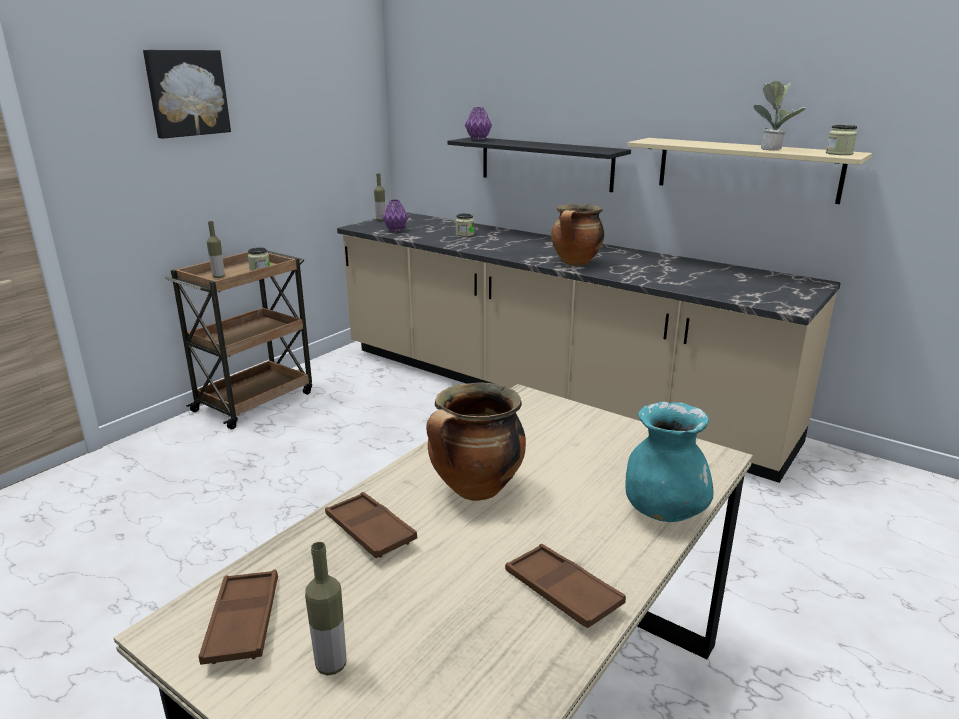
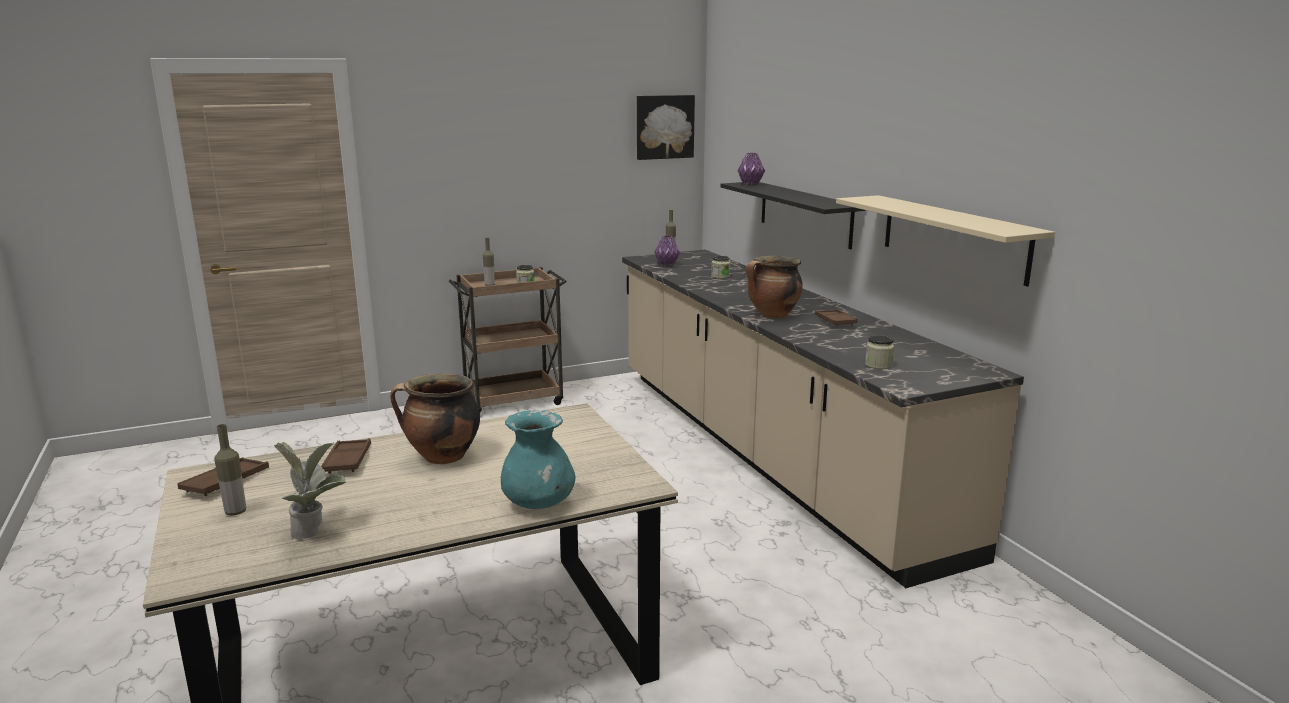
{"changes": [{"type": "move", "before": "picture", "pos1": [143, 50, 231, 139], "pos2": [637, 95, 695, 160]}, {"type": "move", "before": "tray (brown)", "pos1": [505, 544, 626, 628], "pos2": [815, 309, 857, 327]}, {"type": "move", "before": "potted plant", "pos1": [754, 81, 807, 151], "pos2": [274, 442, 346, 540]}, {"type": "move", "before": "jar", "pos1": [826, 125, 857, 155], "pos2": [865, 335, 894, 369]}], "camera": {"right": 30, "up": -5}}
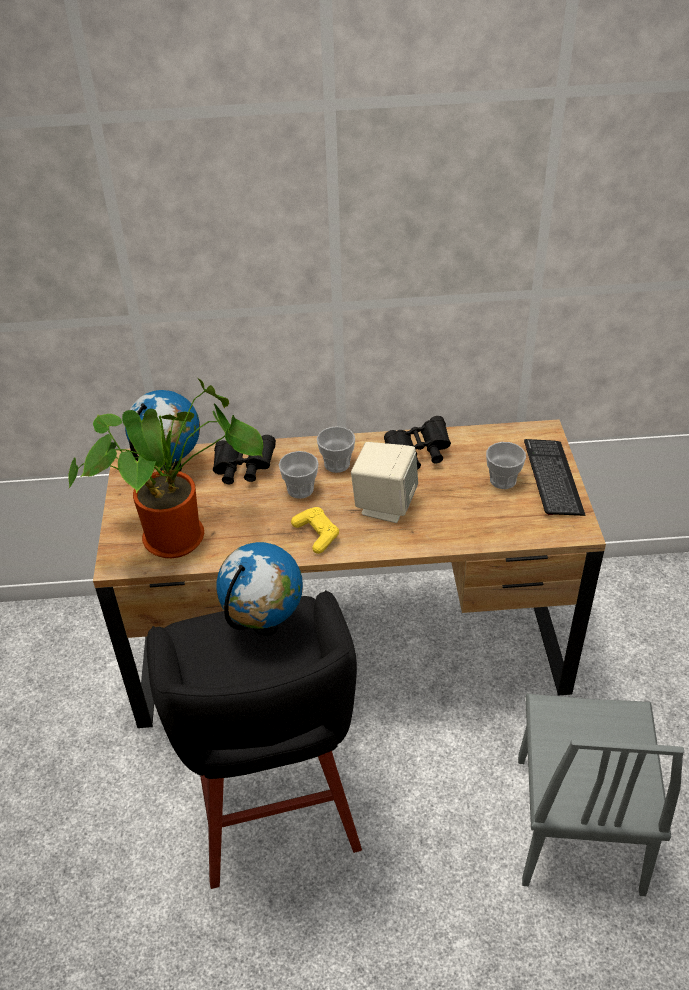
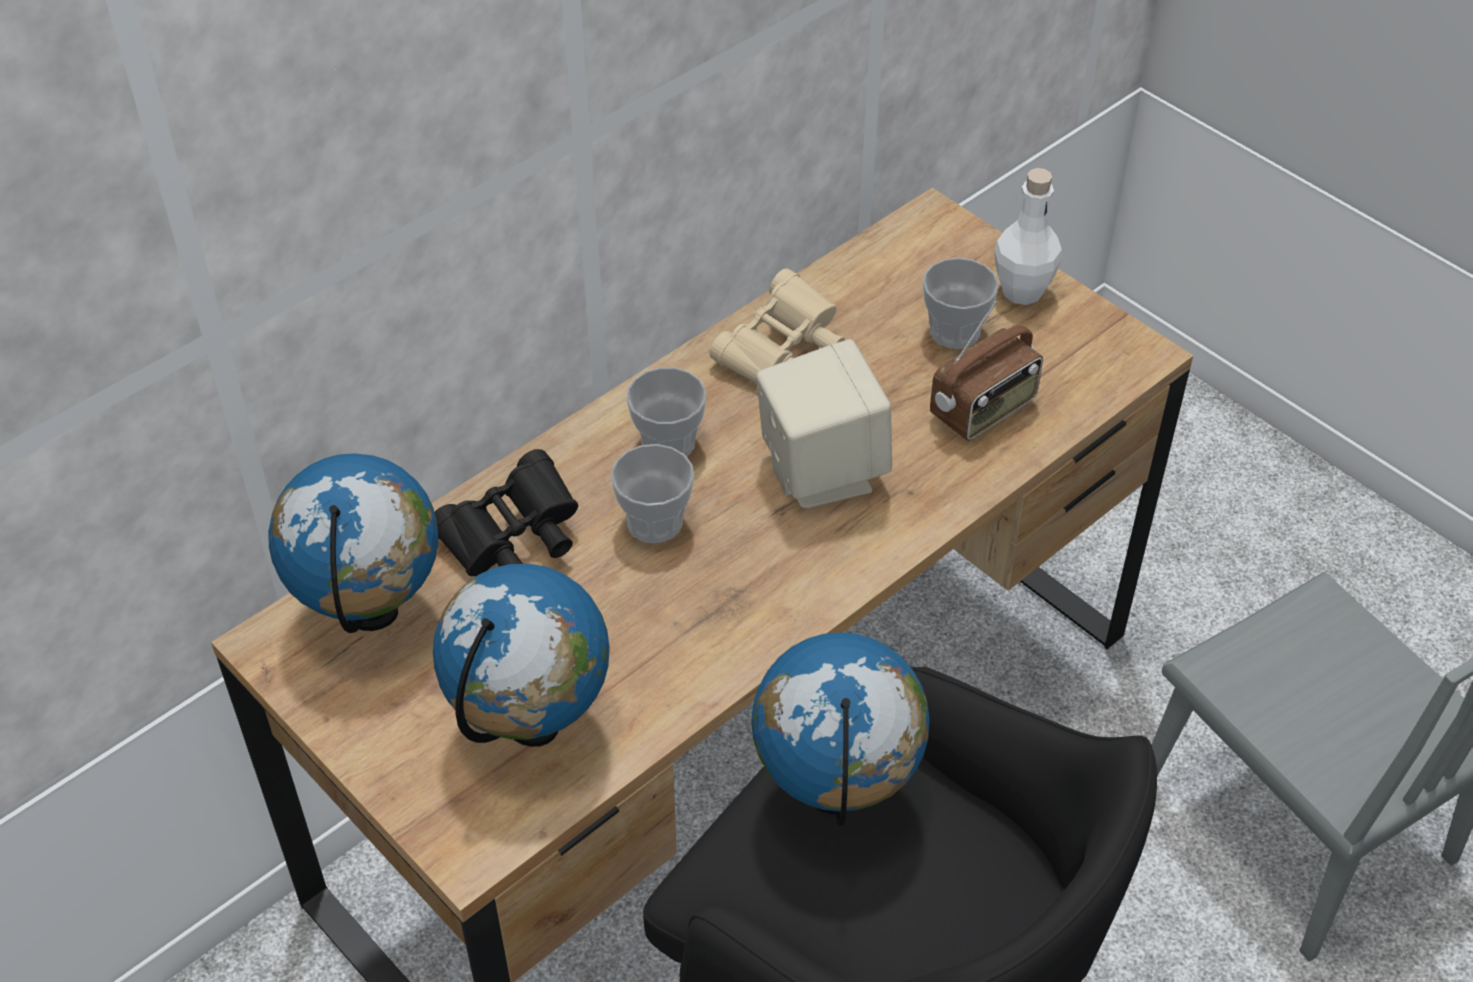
{"changes": [{"type": "delete", "before": "game controller (yellow)", "pos1": [291, 507, 339, 554]}, {"type": "insert", "after": "radio", "pos2": [930, 301, 1043, 441]}, {"type": "replace", "before": "potted plant", "after": "globe", "pos1": [68, 378, 263, 558], "pos2": [433, 564, 609, 747]}, {"type": "replace", "before": "keyboard", "after": "bottle (white)", "pos1": [524, 439, 586, 516], "pos2": [994, 168, 1062, 305]}, {"type": "recolor", "before": "binoculars (black)", "after": "binoculars (beige)", "pos1": [384, 416, 451, 470], "pos2": [710, 269, 845, 384]}], "camera": {"right": -40, "up": 5}}
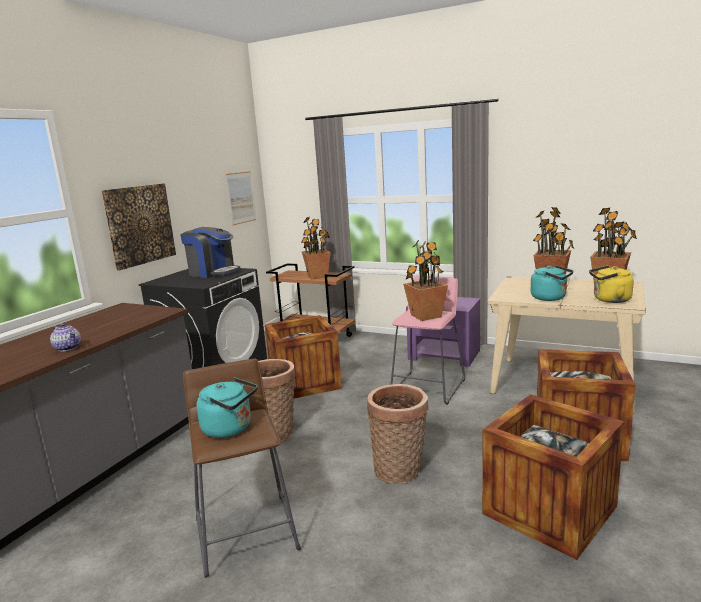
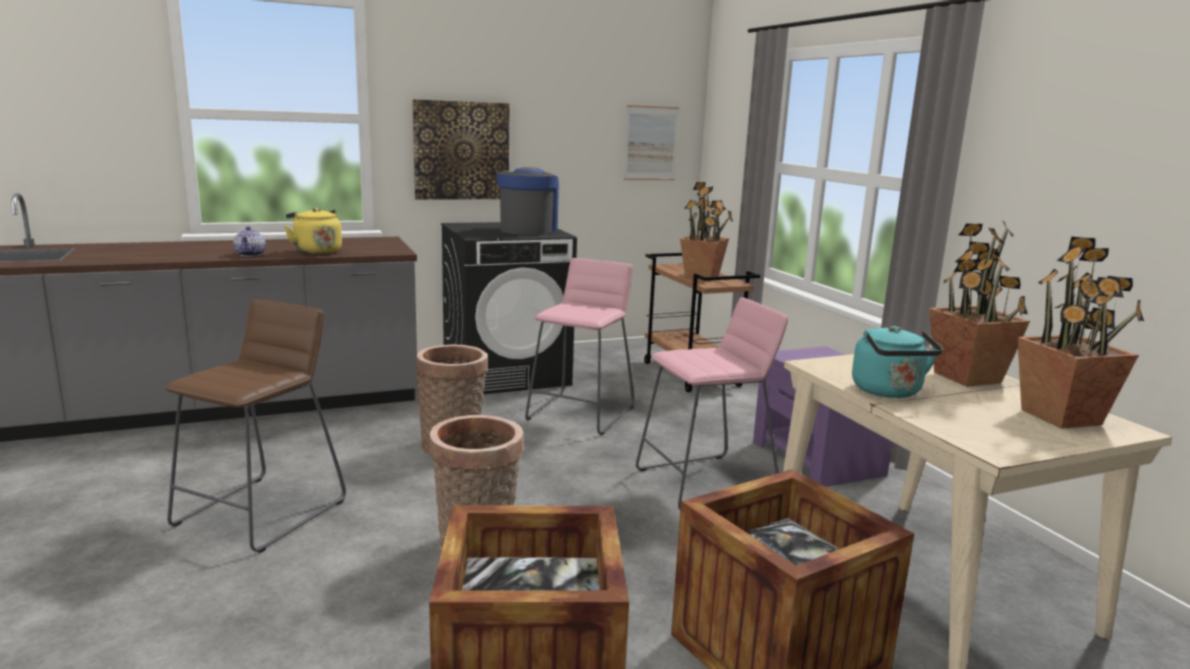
{"changes": [{"type": "delete", "before": "kettle (turquoise)", "pos1": [196, 377, 258, 438]}, {"type": "delete", "before": "potted plant", "pos1": [403, 240, 448, 321]}, {"type": "move", "before": "kettle (yellow)", "pos1": [589, 265, 634, 303], "pos2": [284, 208, 342, 255]}, {"type": "replace", "before": "crate", "after": "stool (pink)", "pos1": [265, 315, 342, 399], "pos2": [525, 258, 634, 435]}, {"type": "rotate", "before": "coffee machine", "pos1": [180, 227, 240, 278], "pos2": [496, 167, 559, 235], "turn": -150}], "camera": {"right": 40, "up": 0}}
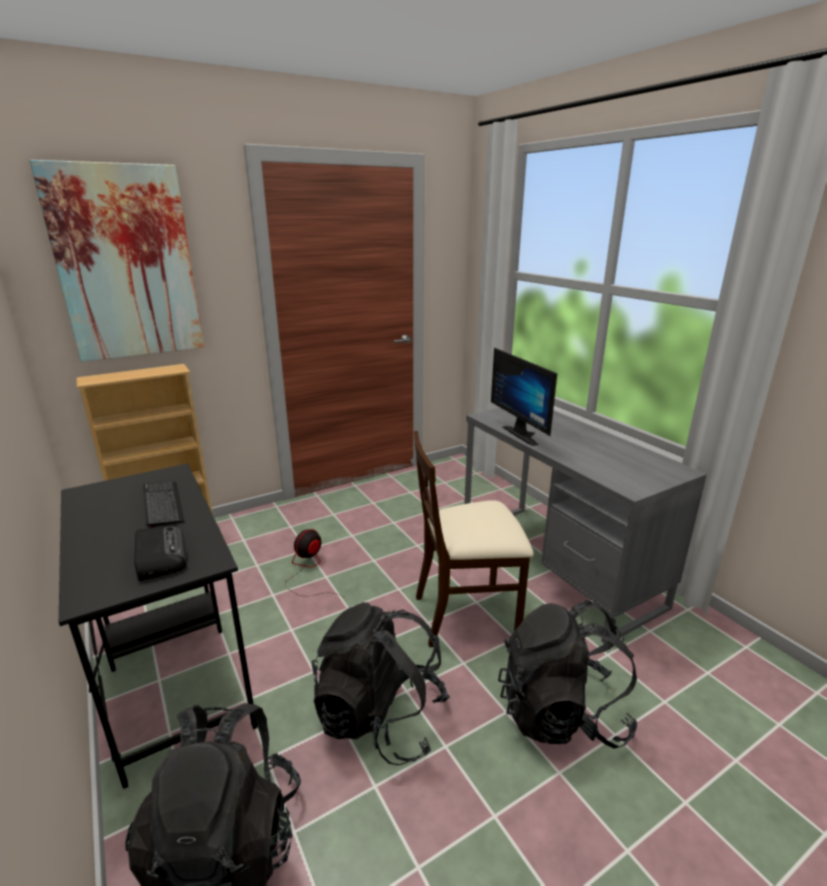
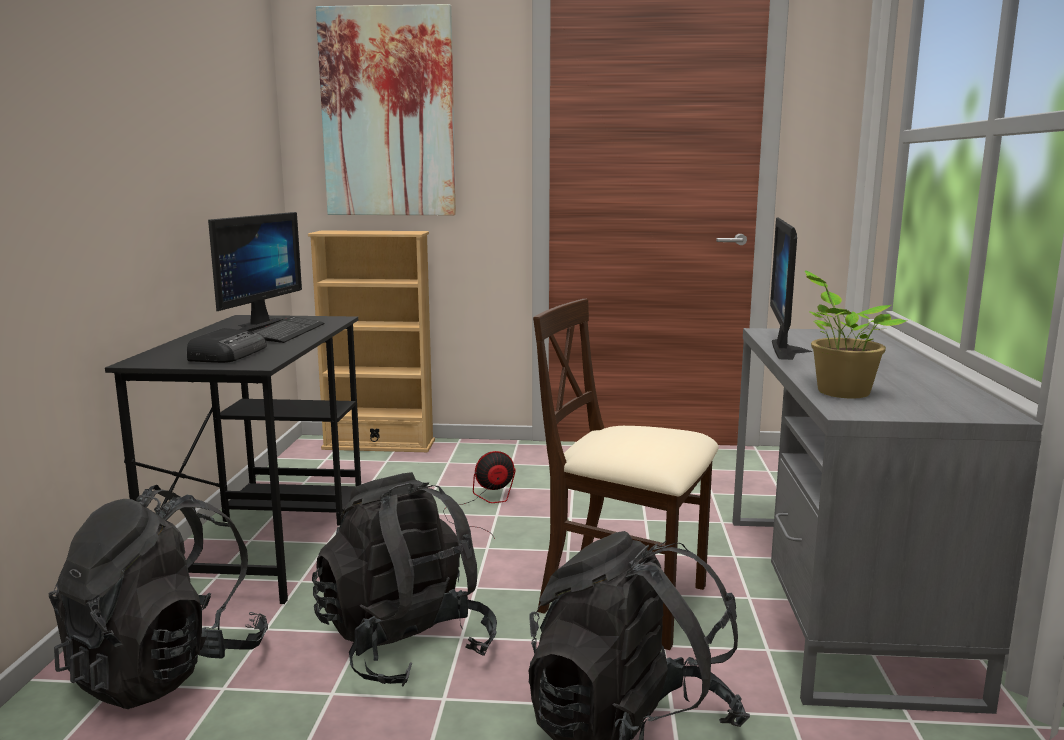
{"changes": [{"type": "insert", "after": "monitor", "pos2": [208, 212, 302, 331]}, {"type": "insert", "after": "potted plant", "pos2": [805, 270, 907, 399]}], "camera": {"right": 35, "up": -10}}
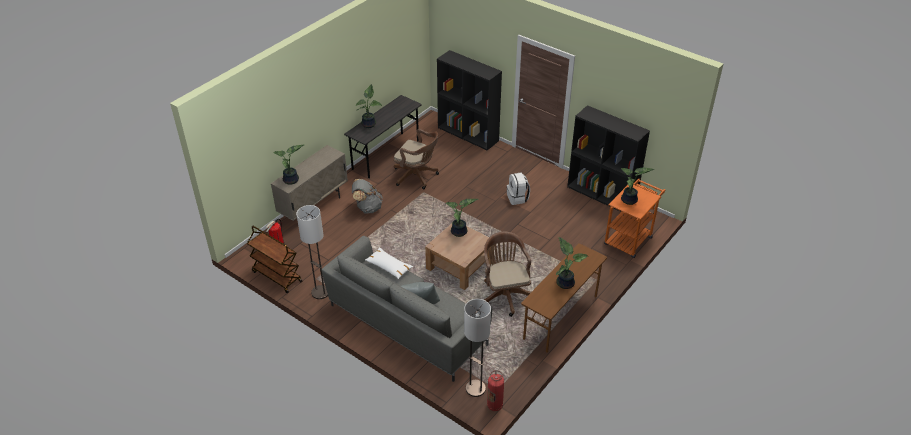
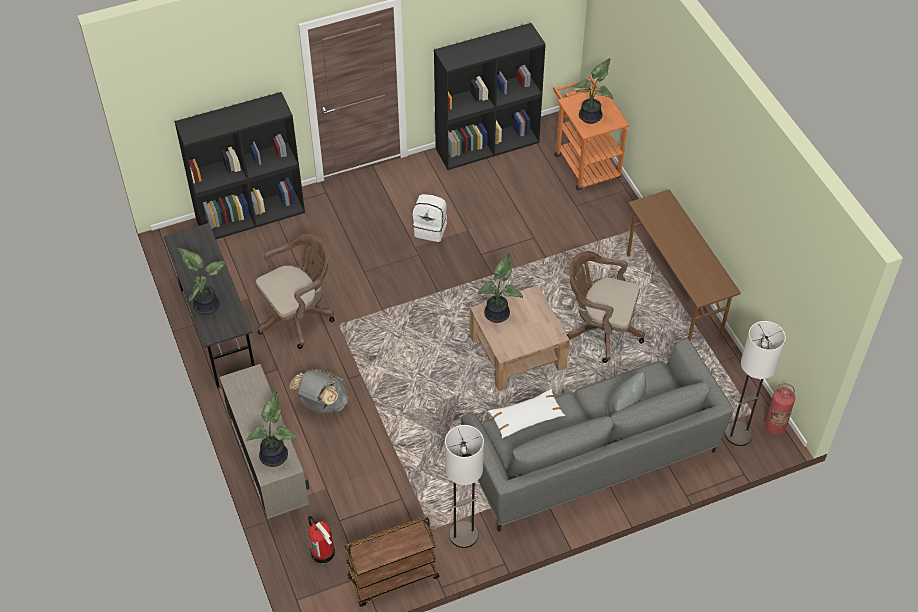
{"changes": [{"type": "delete", "before": "potted plant", "pos1": [556, 237, 588, 289]}], "camera": {"right": -60, "up": 10}}
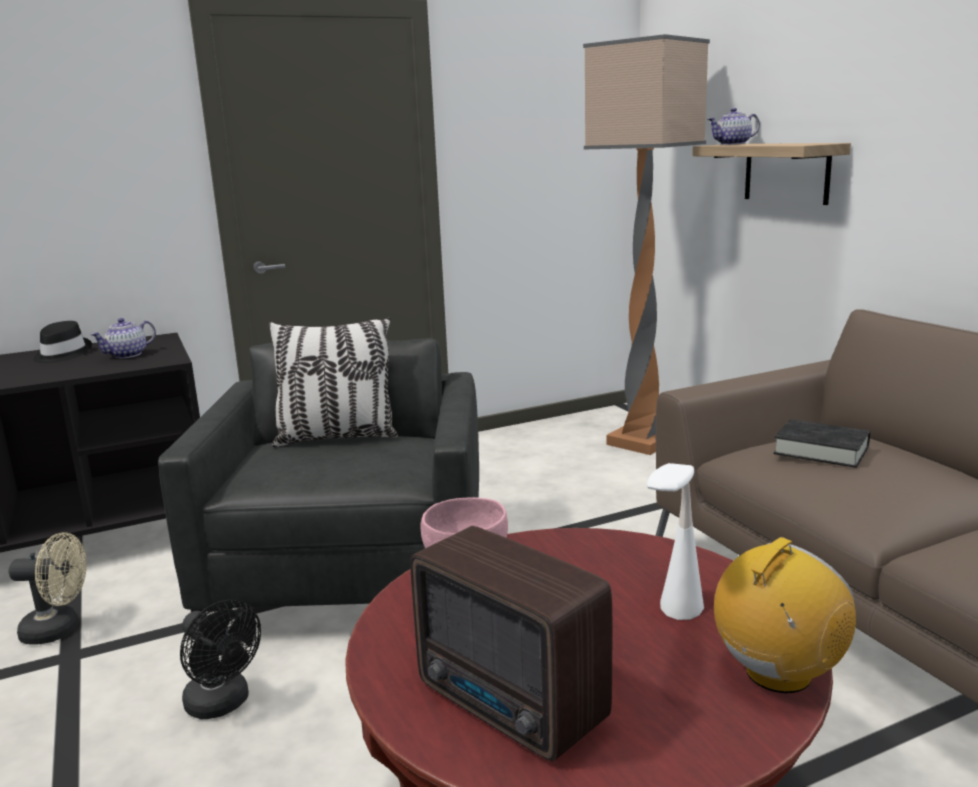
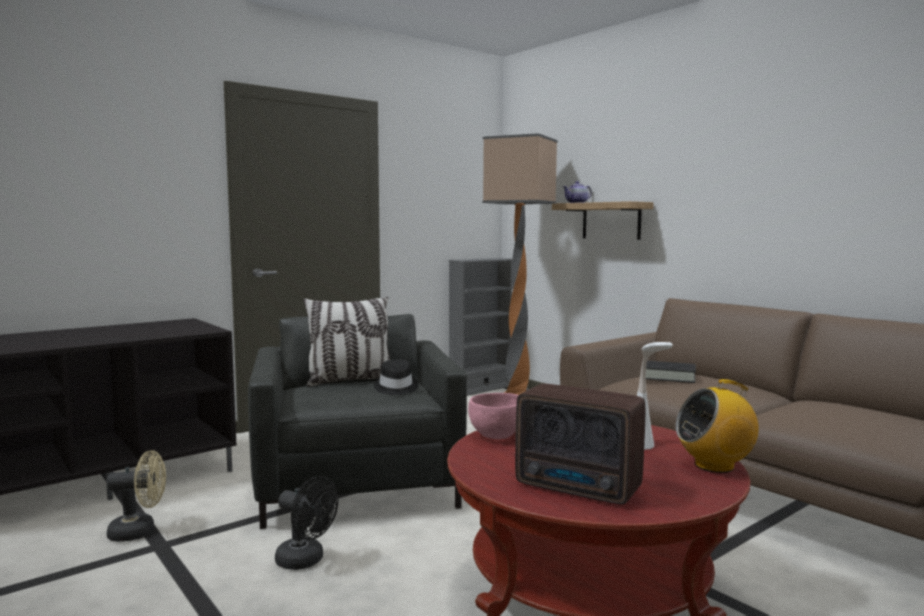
{"changes": [{"type": "delete", "before": "teapot", "pos1": [90, 318, 156, 358]}, {"type": "insert", "after": "bookcase (grey)", "pos2": [448, 258, 512, 396]}, {"type": "move", "before": "hat (black)", "pos1": [33, 321, 92, 363], "pos2": [374, 359, 418, 395]}, {"type": "rotate", "before": "radio", "pos1": [714, 537, 856, 693], "pos2": [676, 379, 759, 473], "turn": -135}], "camera": {"right": -15, "up": -10}}
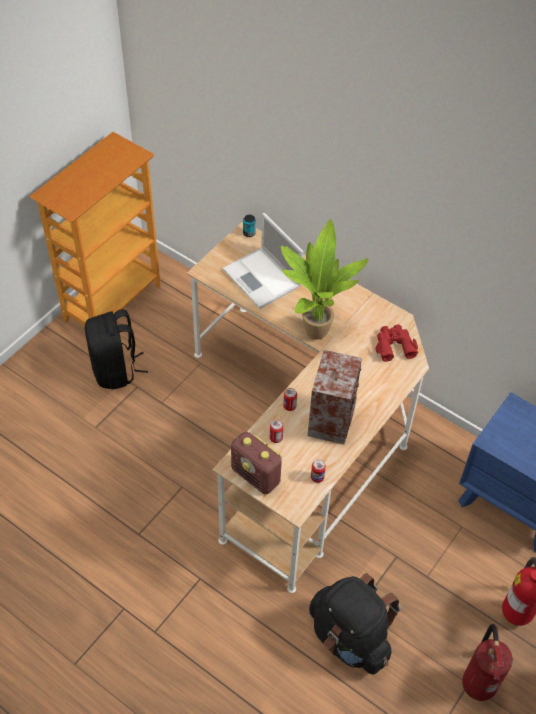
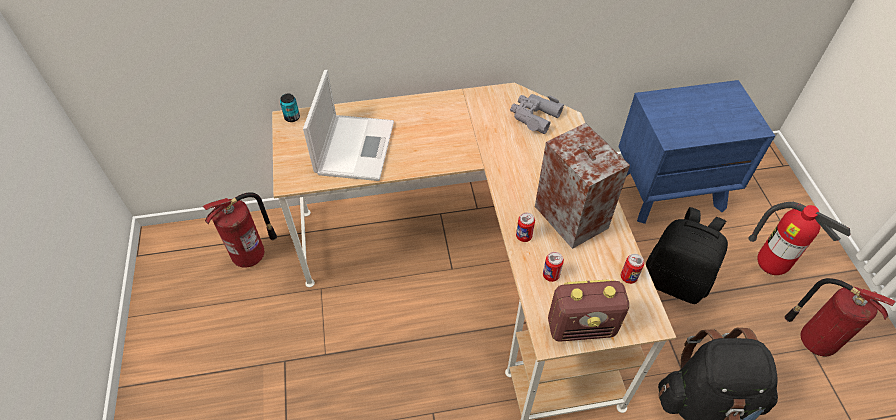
{"changes": [{"type": "delete", "before": "bookcase", "pos1": [29, 132, 161, 326]}, {"type": "delete", "before": "potted plant", "pos1": [281, 220, 369, 340]}, {"type": "insert", "after": "fire extinguisher", "pos2": [203, 192, 277, 268]}, {"type": "move", "before": "backpack (black)", "pos1": [85, 309, 148, 389], "pos2": [646, 207, 728, 304]}, {"type": "recolor", "before": "binoculars (red)", "after": "binoculars (grey)", "pos1": [376, 324, 418, 362], "pos2": [510, 94, 564, 134]}, {"type": "rotate", "before": "laptop", "pos1": [222, 213, 304, 309], "pos2": [303, 70, 394, 181], "turn": -90}], "camera": {"right": -45, "up": 0}}
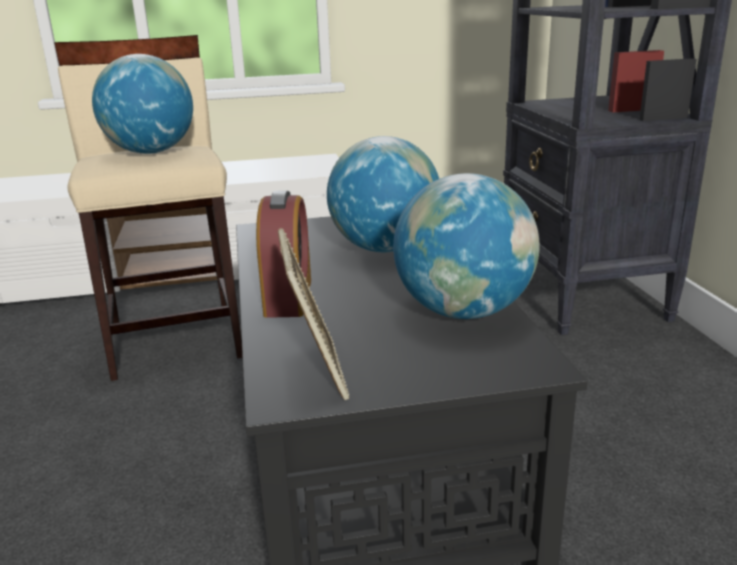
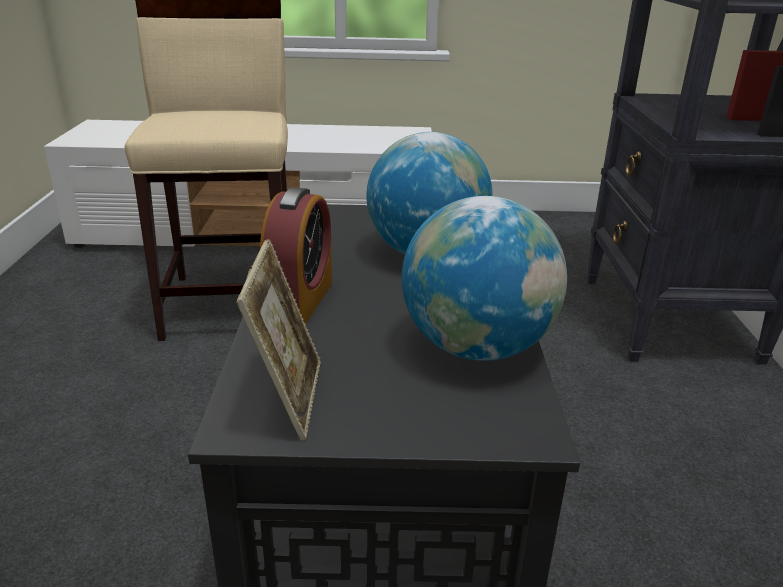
{"changes": [{"type": "delete", "before": "globe", "pos1": [92, 54, 193, 154]}], "camera": {"right": 10, "up": 5}}
